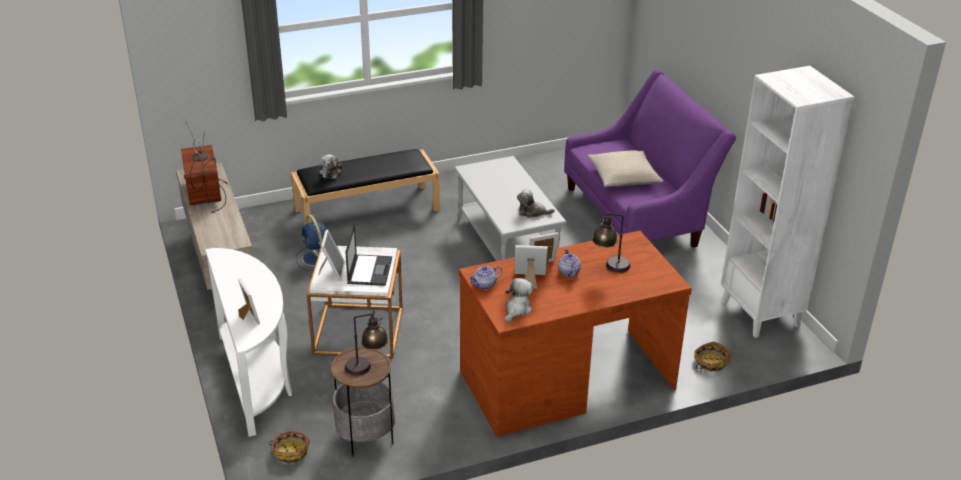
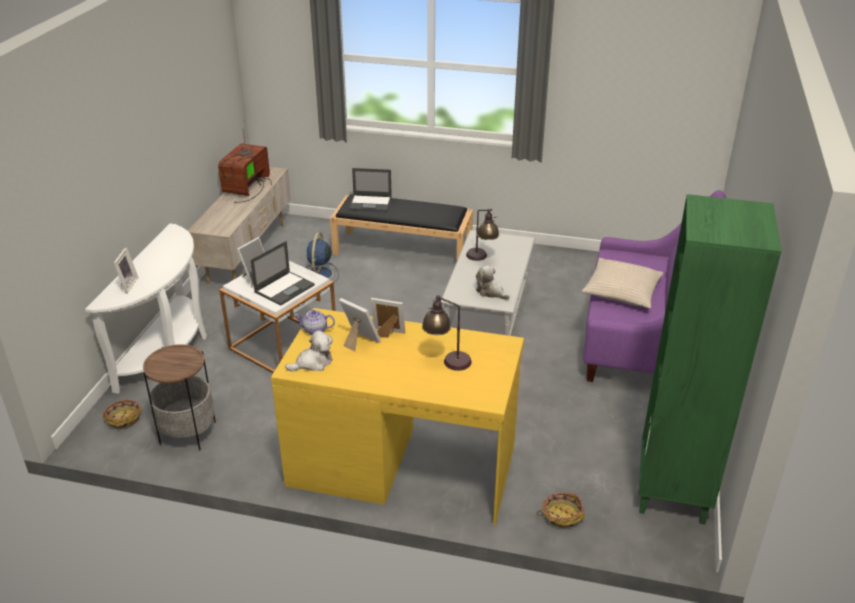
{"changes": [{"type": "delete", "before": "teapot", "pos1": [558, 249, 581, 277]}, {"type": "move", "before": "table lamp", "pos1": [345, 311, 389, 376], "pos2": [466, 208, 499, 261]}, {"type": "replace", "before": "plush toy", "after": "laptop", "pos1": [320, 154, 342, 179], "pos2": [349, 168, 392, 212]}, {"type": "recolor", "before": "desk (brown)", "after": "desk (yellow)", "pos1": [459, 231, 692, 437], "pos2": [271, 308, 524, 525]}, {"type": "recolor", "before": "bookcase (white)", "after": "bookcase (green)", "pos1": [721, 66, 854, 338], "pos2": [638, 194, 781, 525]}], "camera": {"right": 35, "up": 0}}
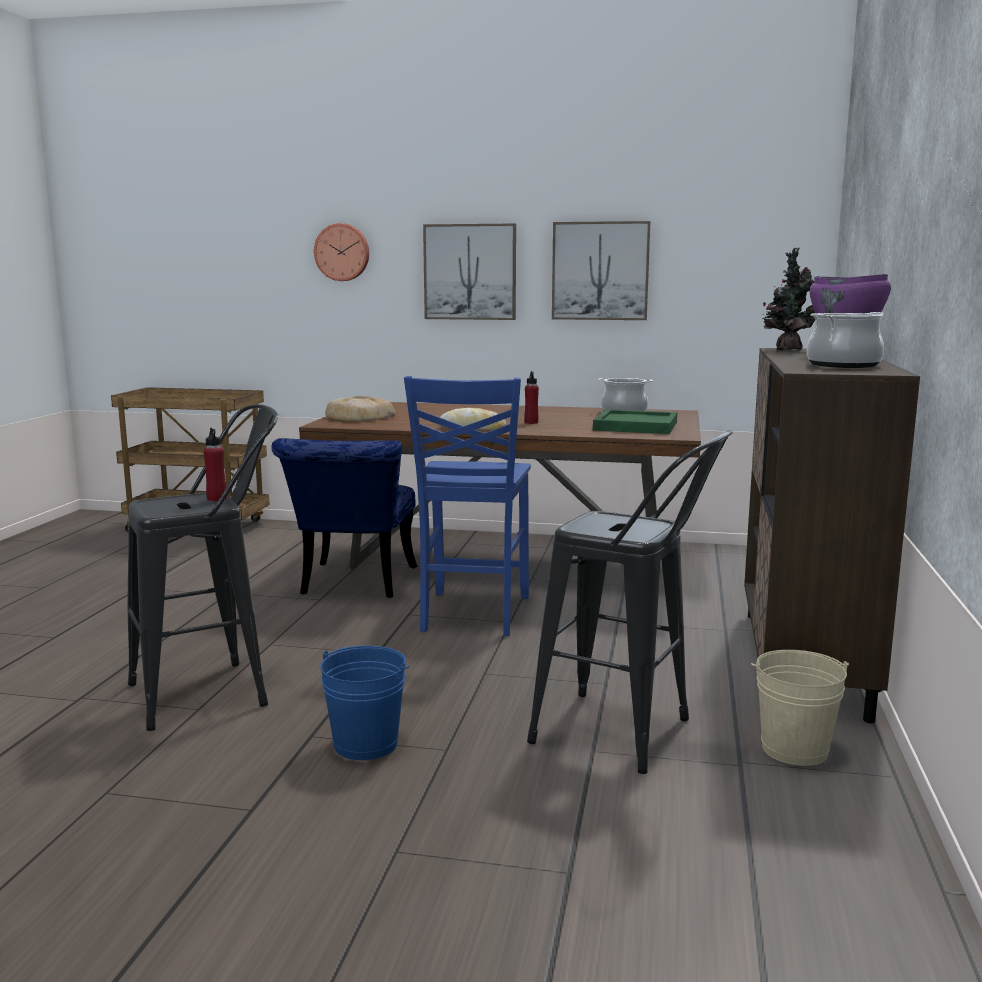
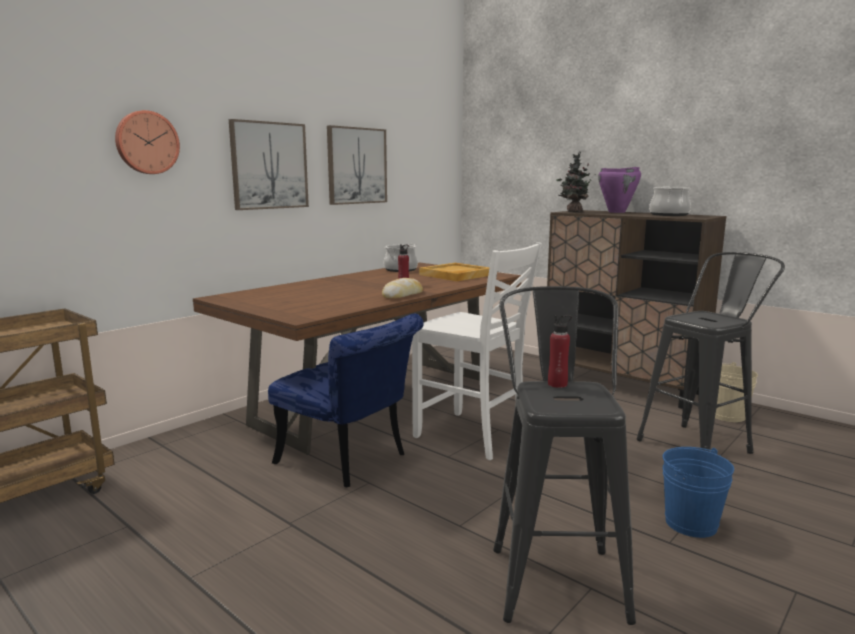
{"changes": [{"type": "delete", "before": "bread", "pos1": [325, 396, 395, 422]}, {"type": "recolor", "before": "chair (blue)", "after": "chair (white)", "pos1": [404, 376, 531, 636], "pos2": [412, 242, 542, 460]}, {"type": "recolor", "before": "tray (green)", "after": "tray (beige)", "pos1": [593, 409, 677, 434], "pos2": [419, 263, 489, 281]}], "camera": {"right": -60, "up": 0}}
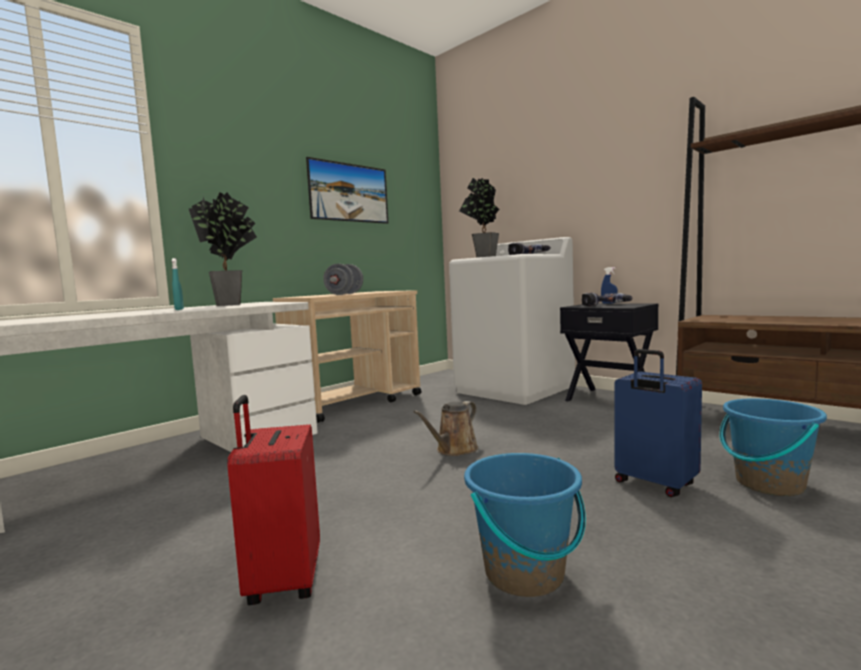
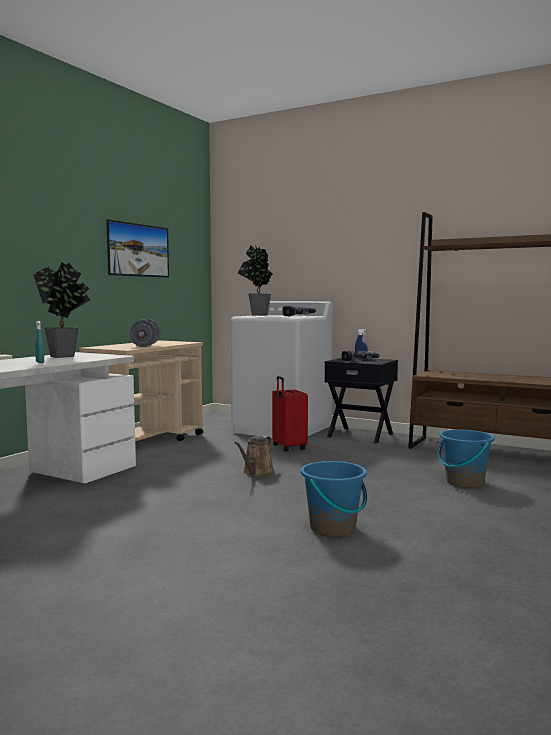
{"changes": [{"type": "delete", "before": "suitcase (blue)", "pos1": [614, 349, 702, 497]}, {"type": "move", "before": "suitcase (red)", "pos1": [227, 395, 320, 605], "pos2": [272, 376, 308, 452]}], "camera": {"right": -15, "up": 0}}
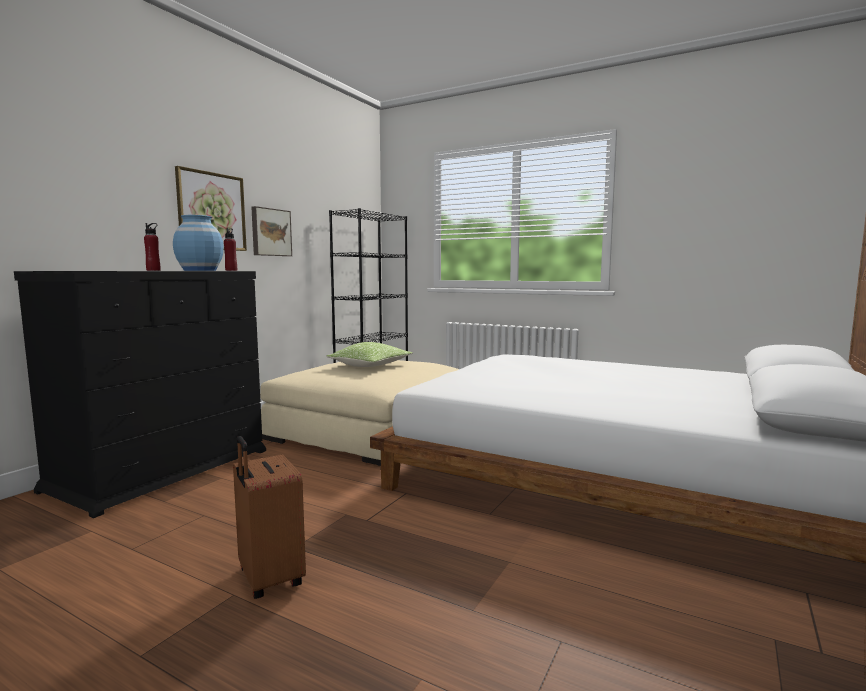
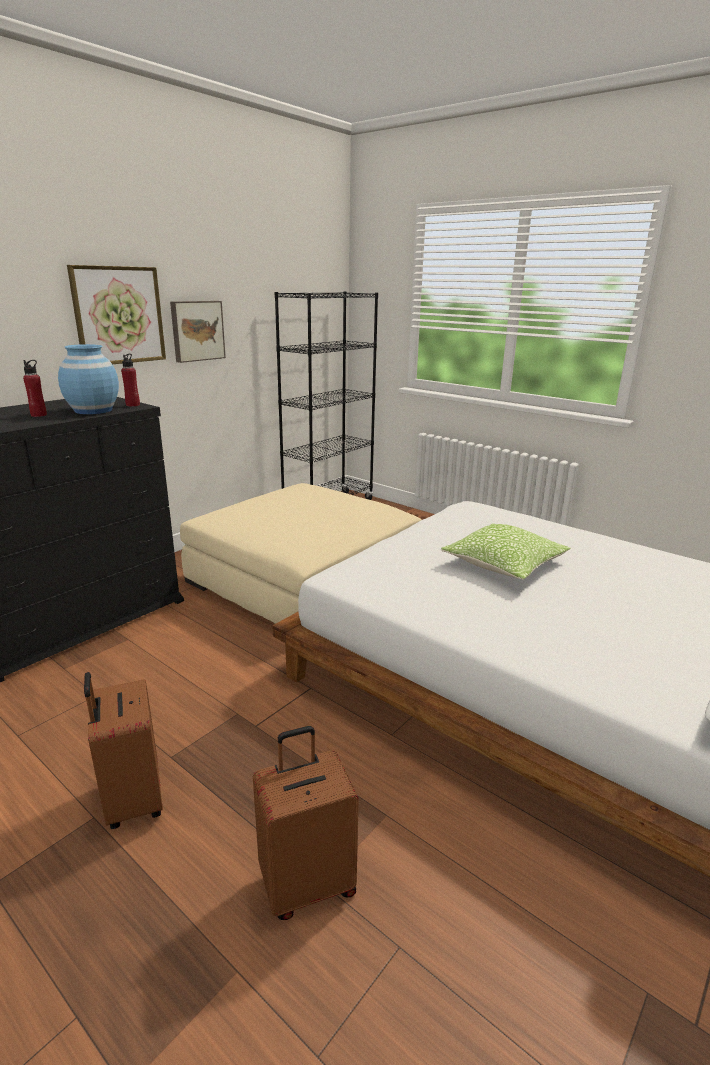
{"changes": [{"type": "insert", "after": "suitcase (brown)", "pos2": [253, 726, 359, 920]}, {"type": "move", "before": "pillow", "pos1": [326, 342, 413, 367], "pos2": [441, 523, 570, 580]}], "camera": {"right": 10, "up": 15}}
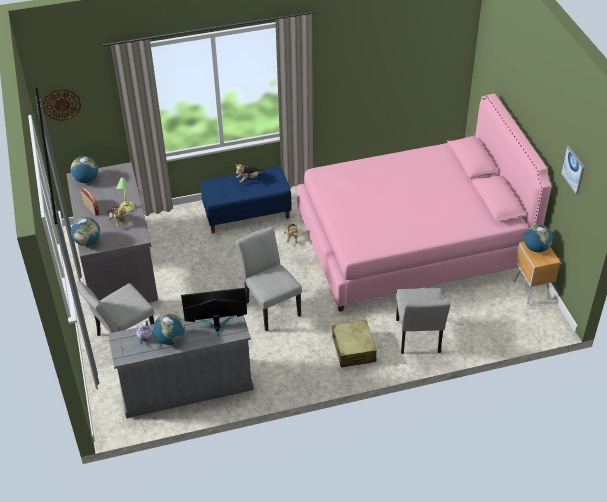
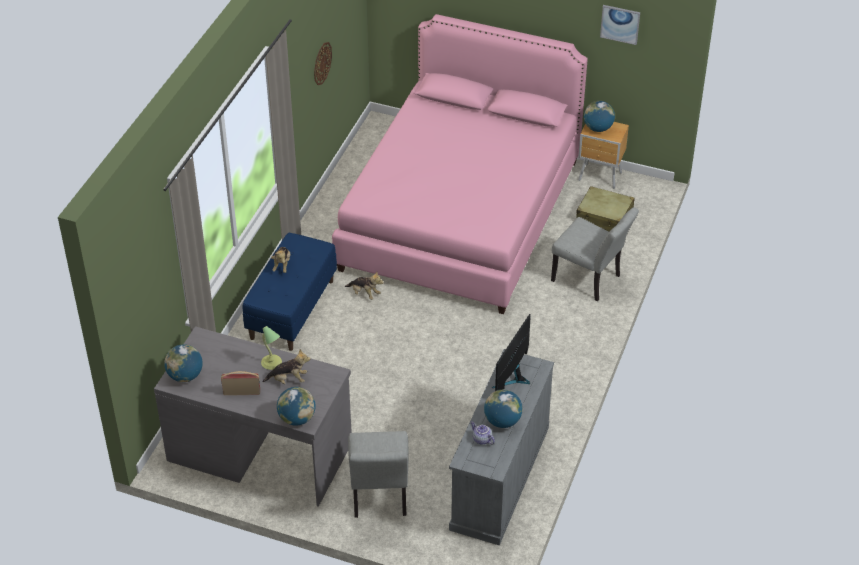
{"changes": [{"type": "delete", "before": "chair (grey)", "pos1": [236, 226, 302, 331]}, {"type": "move", "before": "wall clock", "pos1": [42, 89, 81, 121], "pos2": [314, 42, 332, 85]}, {"type": "move", "before": "suitcase (beige)", "pos1": [332, 320, 377, 367], "pos2": [576, 186, 634, 232]}], "camera": {"right": -55, "up": 0}}
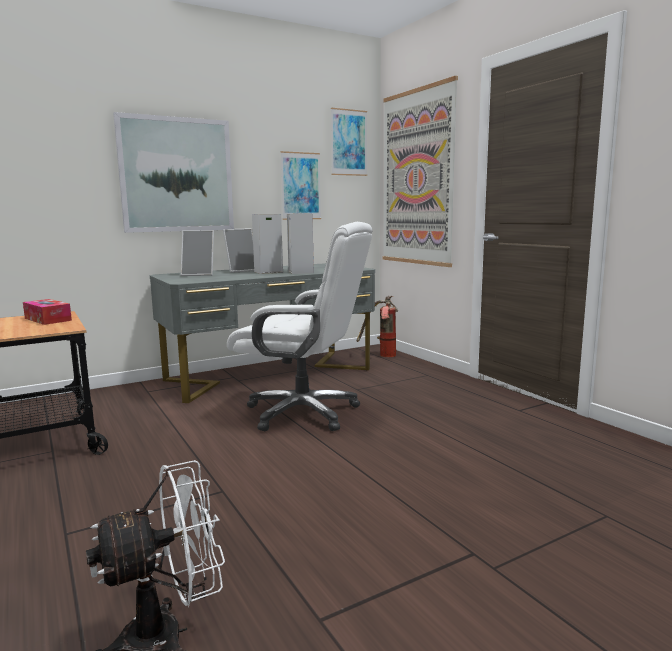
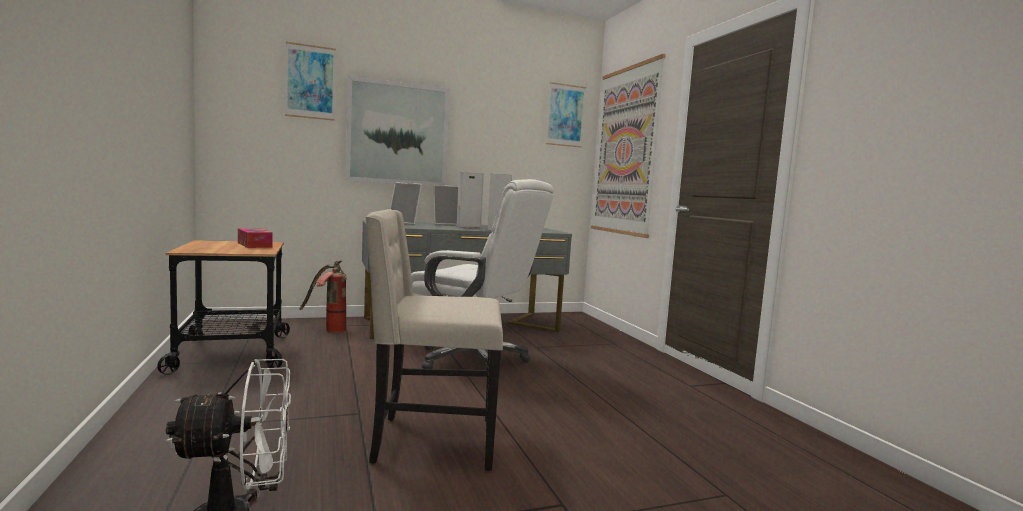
{"changes": [{"type": "insert", "after": "chair (beige)", "pos2": [365, 209, 503, 471]}, {"type": "move", "before": "picture", "pos1": [280, 151, 321, 220], "pos2": [285, 42, 336, 121]}, {"type": "move", "before": "fire extinguisher", "pos1": [357, 296, 398, 357], "pos2": [299, 260, 347, 333]}], "camera": {"right": 10, "up": -5}}
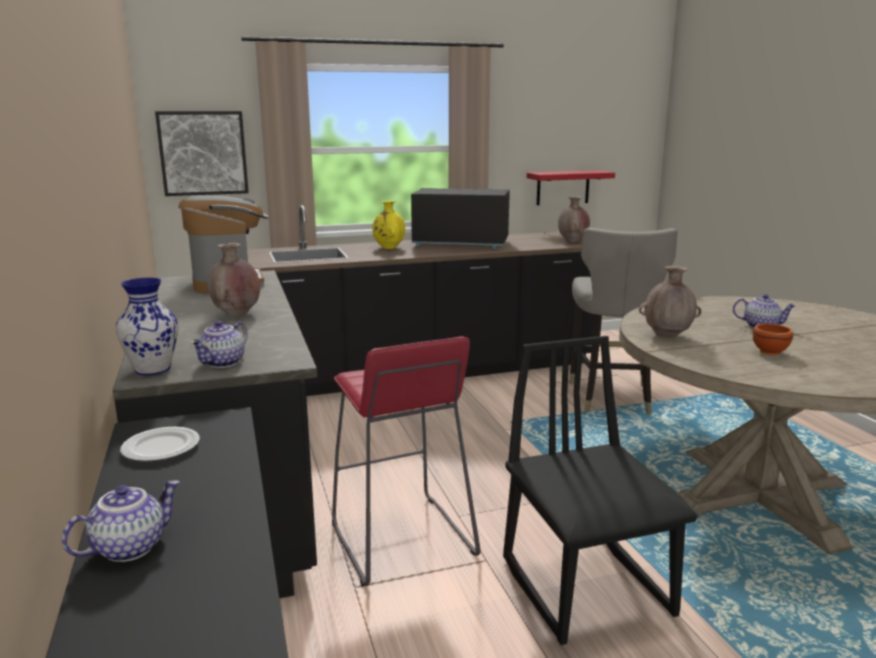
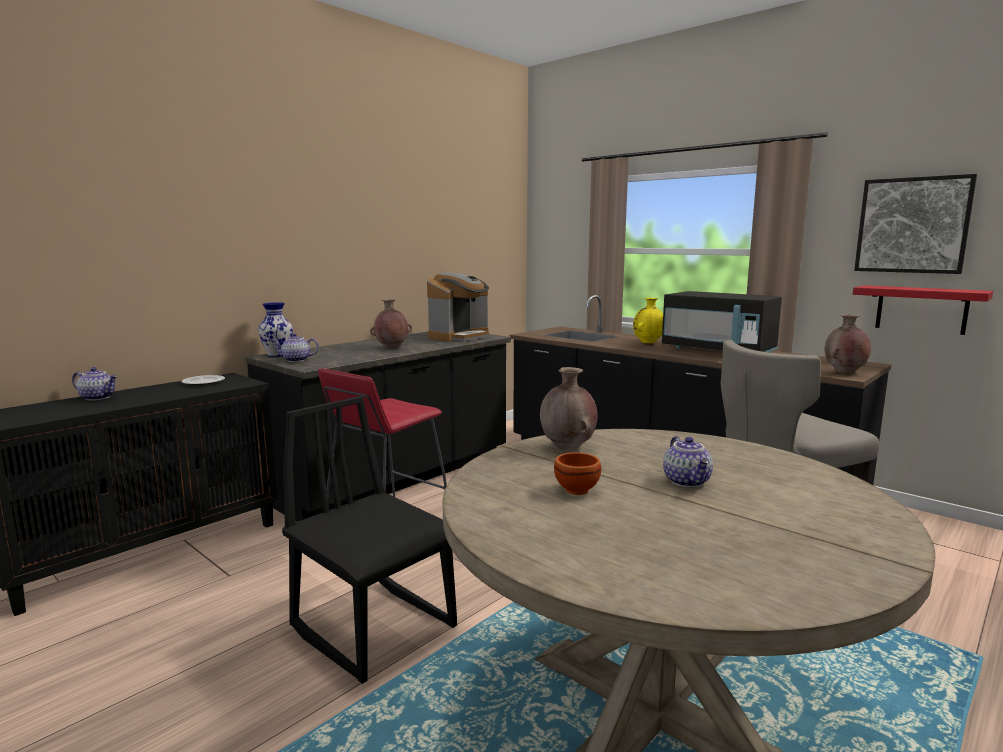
{"changes": [{"type": "move", "before": "picture", "pos1": [155, 111, 249, 196], "pos2": [854, 174, 977, 274]}, {"type": "rotate", "before": "microwave (black)", "pos1": [411, 188, 510, 249], "pos2": [662, 291, 782, 353], "turn": 150}, {"type": "rotate", "before": "chair (black)", "pos1": [503, 336, 698, 645], "pos2": [282, 396, 457, 684], "turn": -90}], "camera": {"right": 60, "up": -5}}
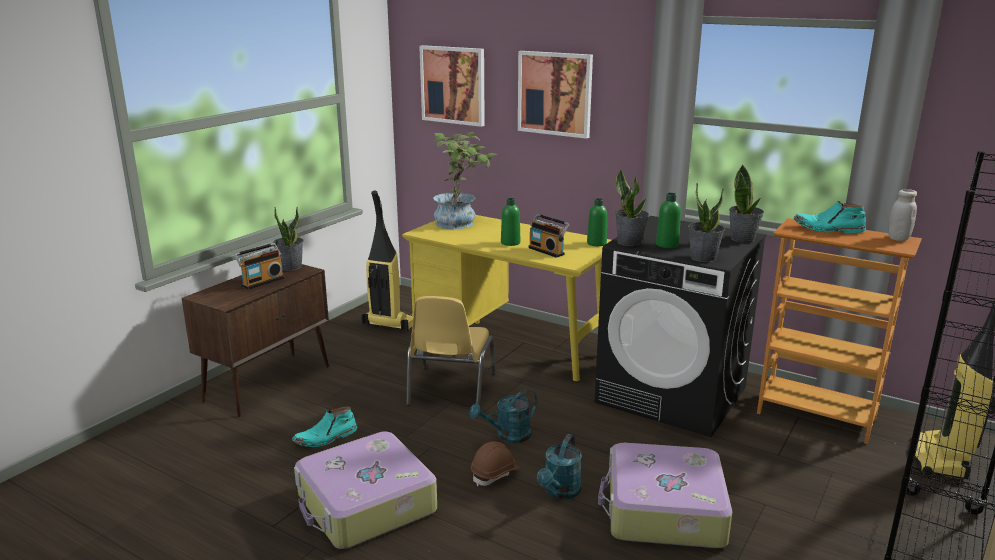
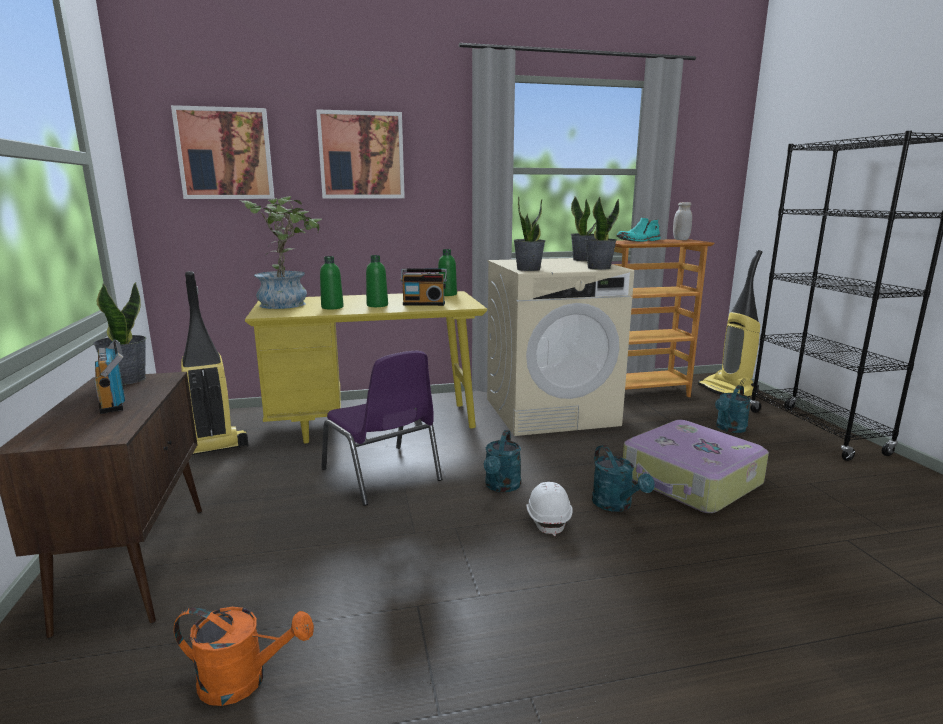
{"changes": [{"type": "delete", "before": "boot (turquoise)", "pos1": [292, 407, 357, 447]}, {"type": "delete", "before": "suitcase", "pos1": [294, 432, 437, 549]}, {"type": "insert", "after": "watering can (orange)", "pos2": [174, 607, 314, 706]}, {"type": "insert", "after": "watering can (turquoise)", "pos2": [715, 385, 751, 433]}, {"type": "move", "before": "bottle (green)", "pos1": [656, 193, 681, 248], "pos2": [320, 256, 344, 309]}, {"type": "recolor", "before": "chair (yellow)", "after": "chair (purple)", "pos1": [406, 296, 496, 406], "pos2": [321, 351, 442, 506]}, {"type": "recolor", "before": "hard hat (brown)", "after": "hard hat (white)", "pos1": [471, 441, 520, 486], "pos2": [526, 482, 573, 536]}, {"type": "recolor", "before": "washing machine (black)", "after": "washing machine (beige)", "pos1": [594, 216, 767, 437], "pos2": [487, 258, 634, 436]}, {"type": "rotate", "before": "radio", "pos1": [234, 243, 284, 289], "pos2": [94, 339, 125, 414], "turn": 150}], "camera": {"right": -45, "up": -5}}
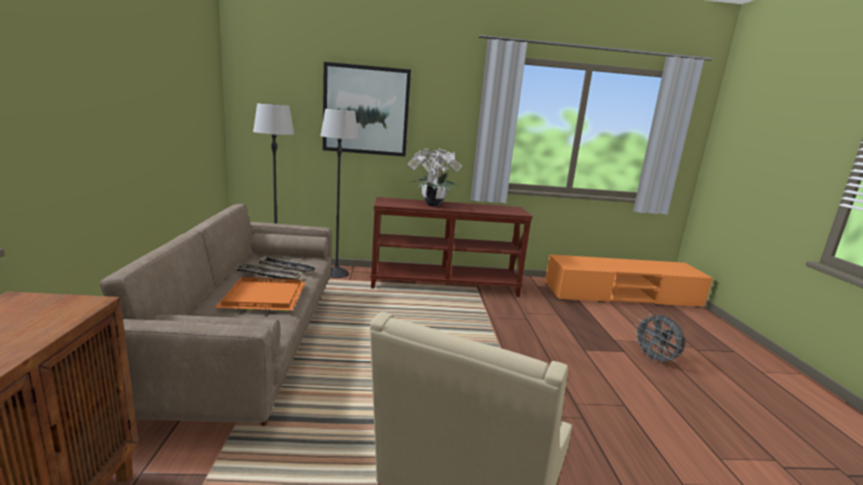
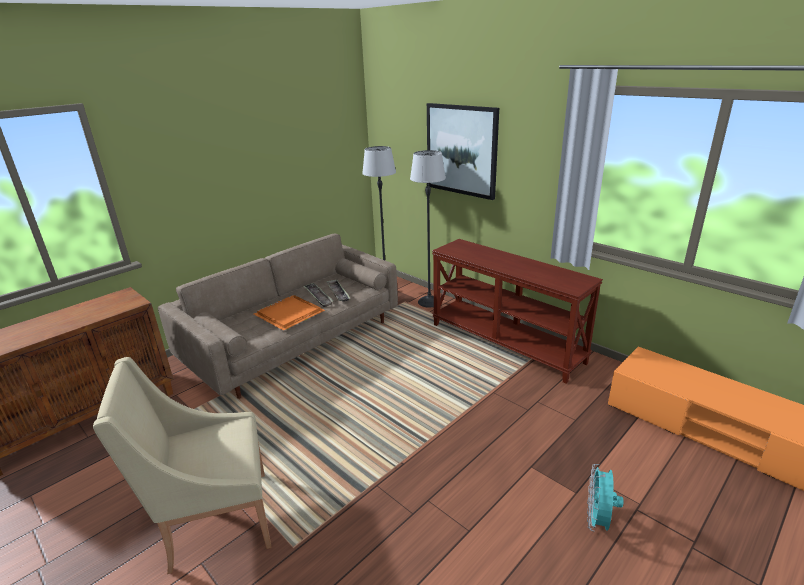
{"changes": [{"type": "delete", "before": "potted plant", "pos1": [408, 148, 462, 207]}, {"type": "recolor", "before": "fan (grey)", "after": "fan (turquoise)", "pos1": [633, 314, 685, 365], "pos2": [587, 464, 623, 532]}], "camera": {"right": 50, "up": 10}}
